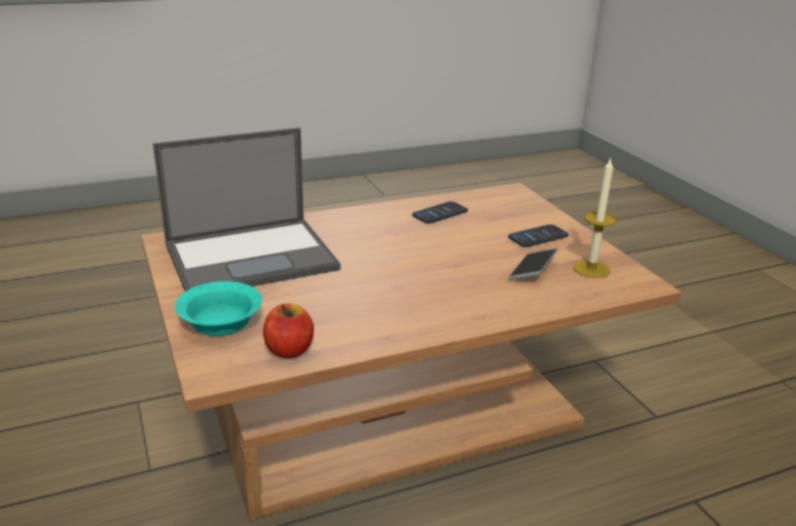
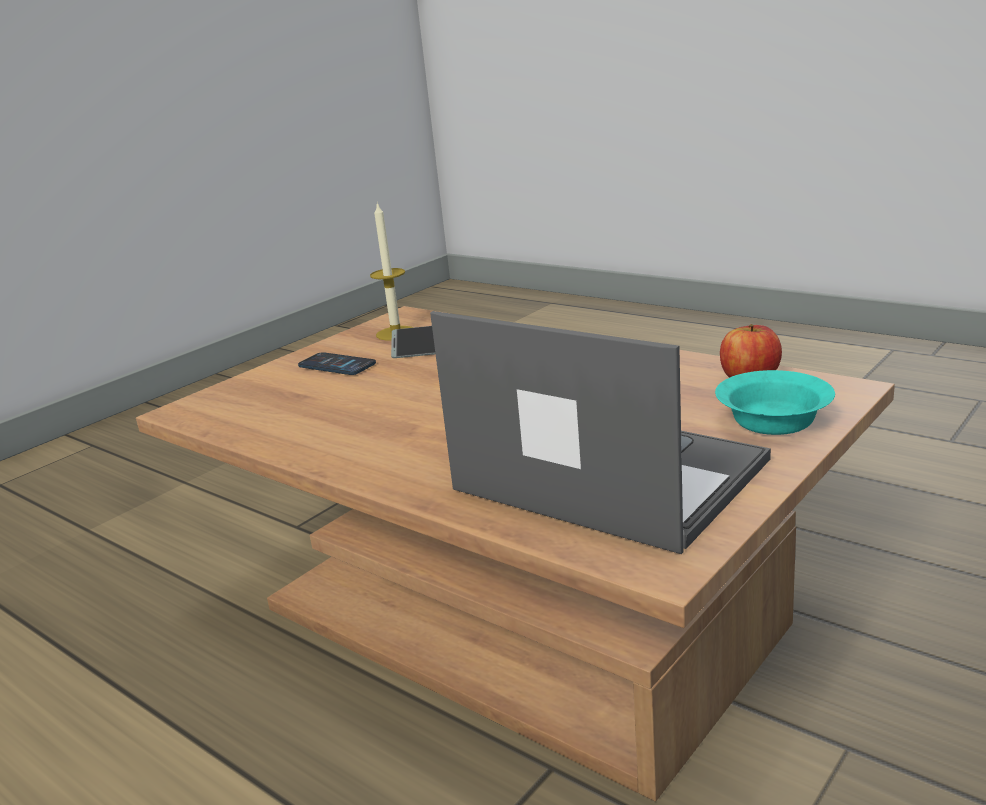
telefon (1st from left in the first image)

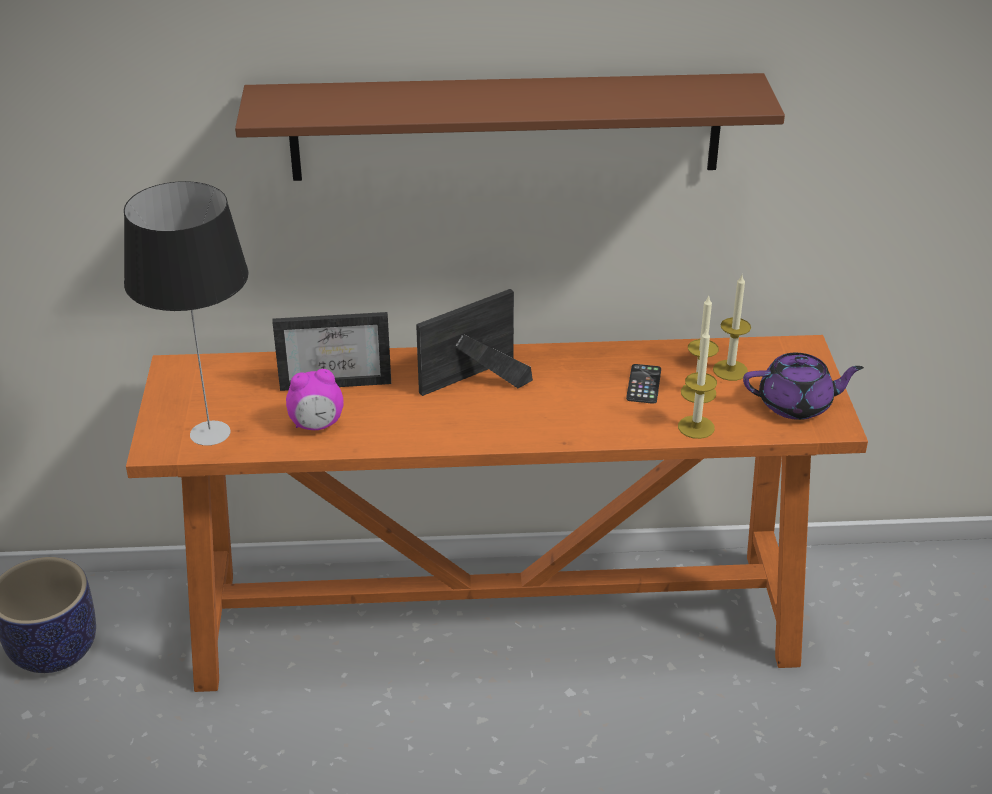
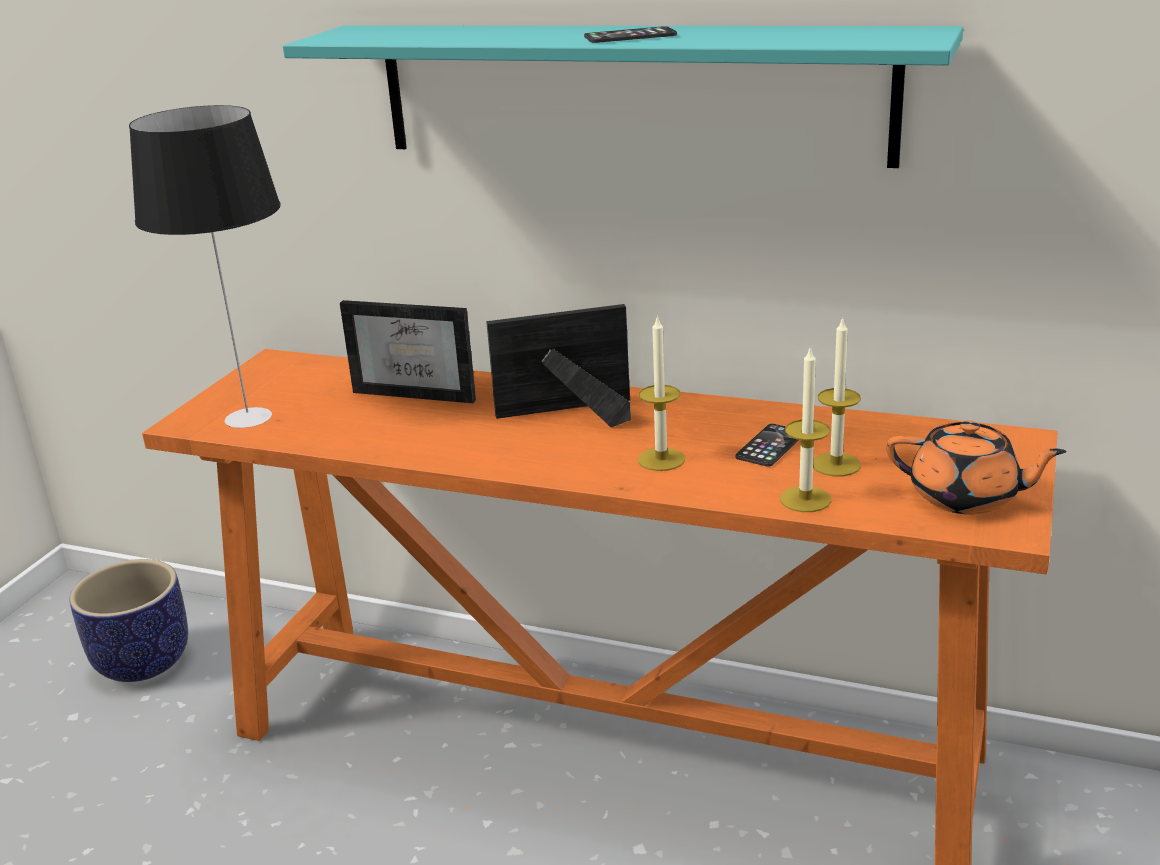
półka (turkusowy)
telefon (1st from left)
świeca (1st from left)
imbryk (pomarańczowy)
budzik

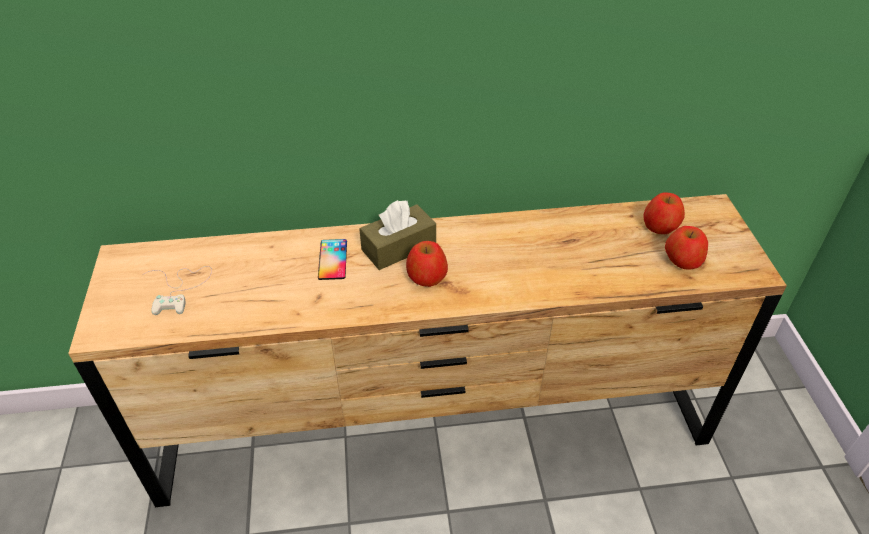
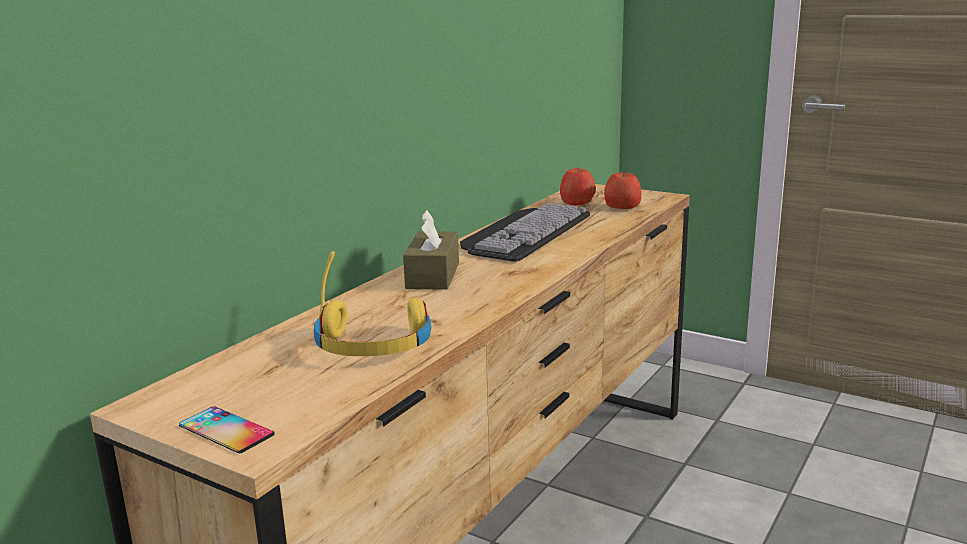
telefon
słuchawki (żółty)
klawiatura
pad do gier (biały)
jabłko (1st from left in the first image)

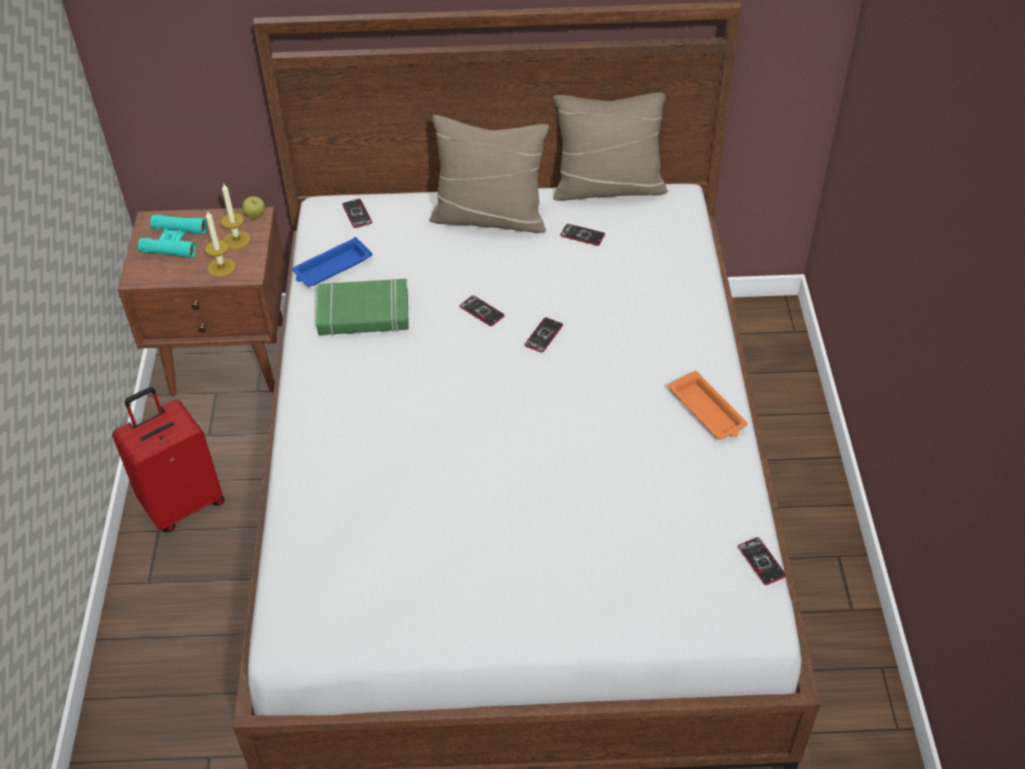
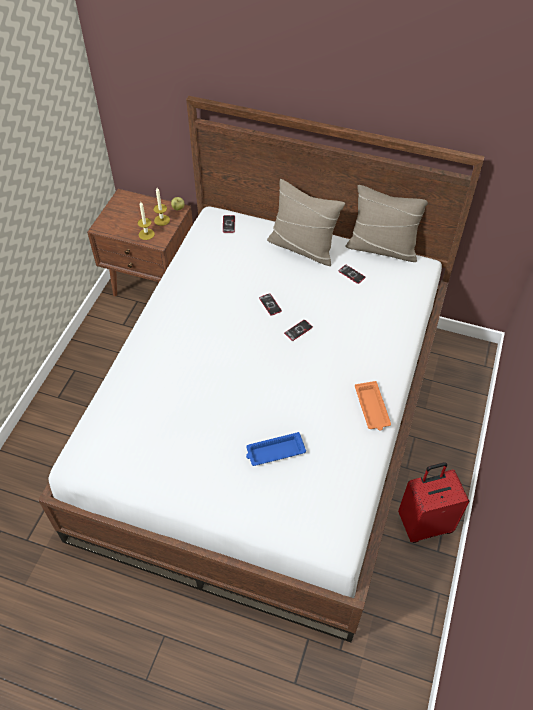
taca (niebieski)
walizka (czerwony)
lornetka (turkusowy)
książka (zielony)
telefon (5th from left in the first image)

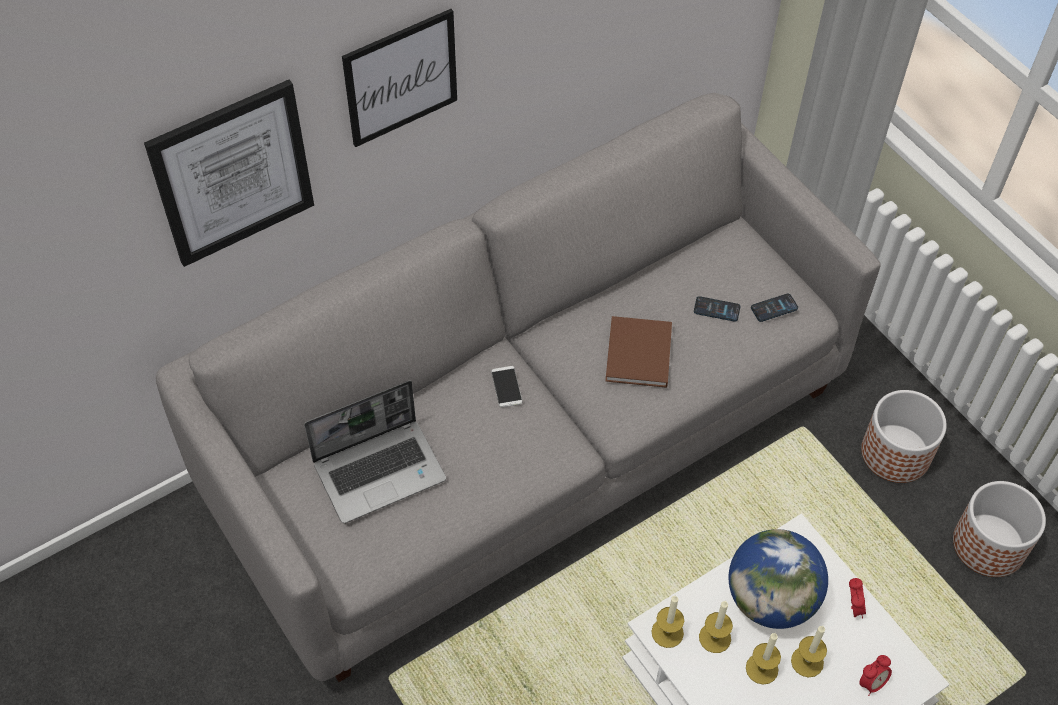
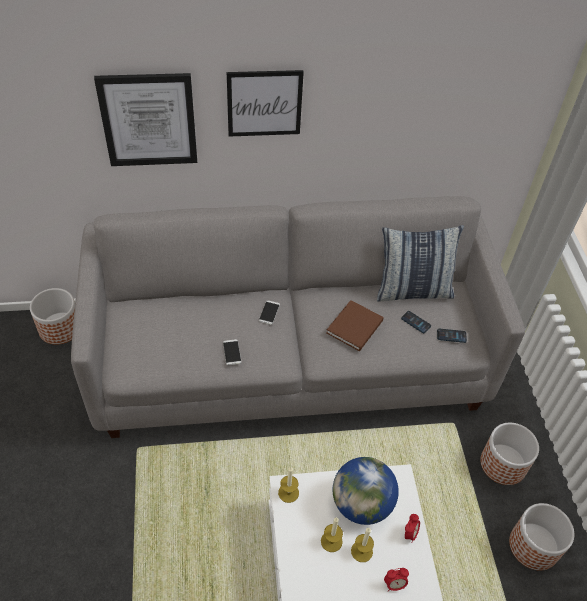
donica (1st from left)
telefon (1st from left)
poduszka
laptop
świeca (2nd from left in the first image)

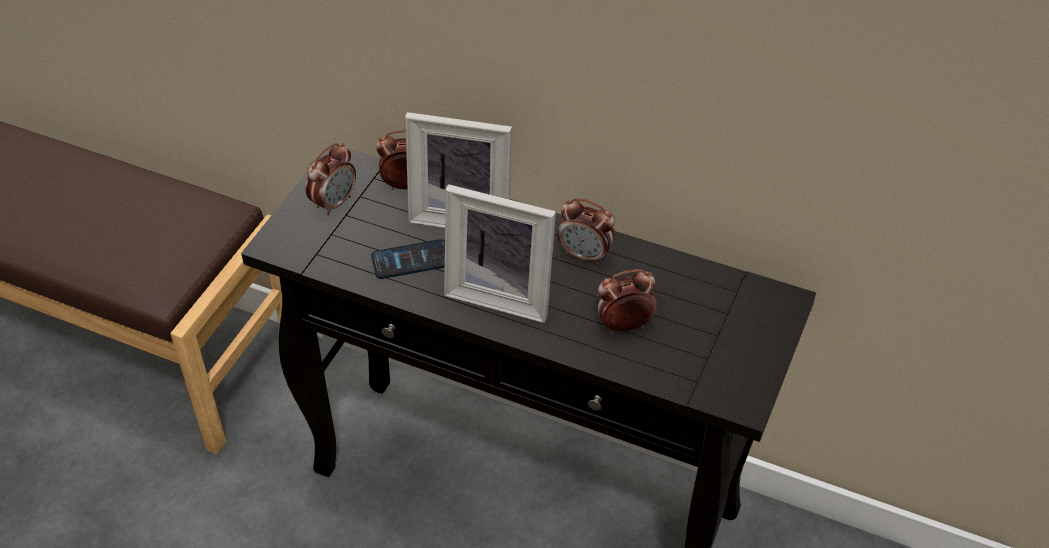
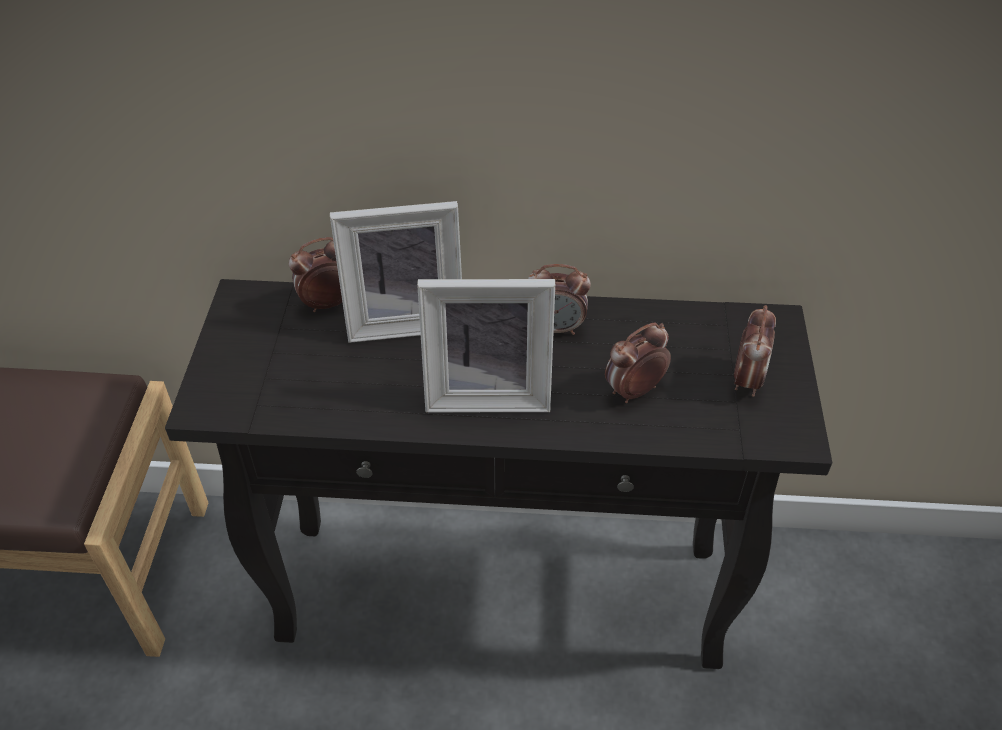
budzik (4th from left)
telefon

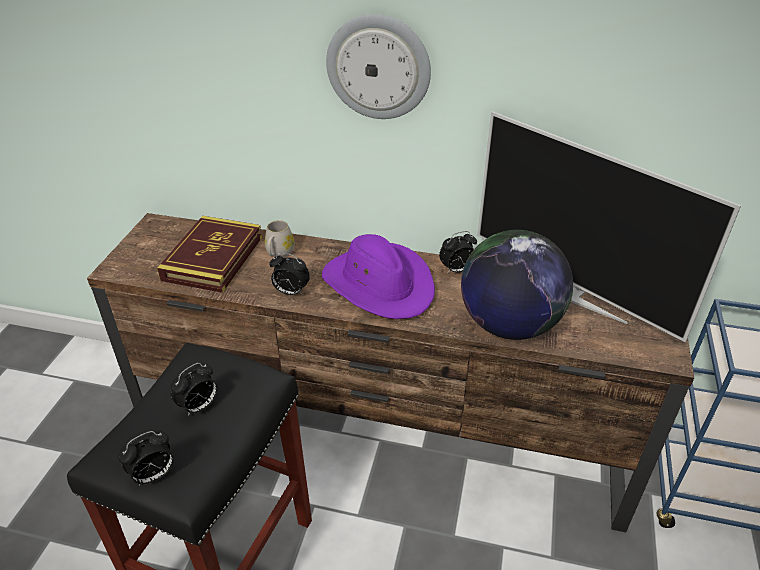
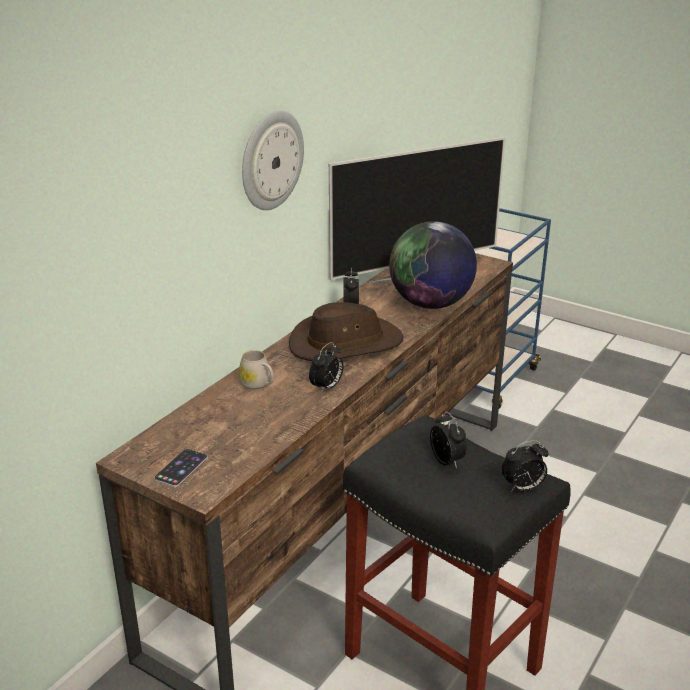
telefon
kapelusz (brązowy)
budzik (4th from left)
książka

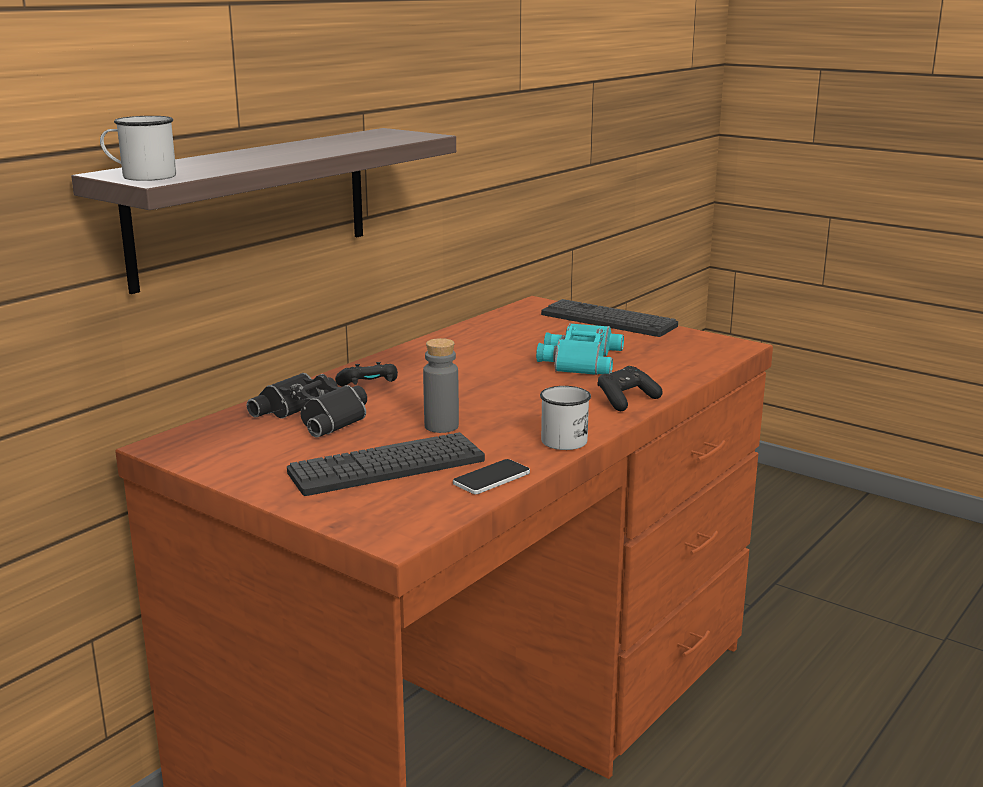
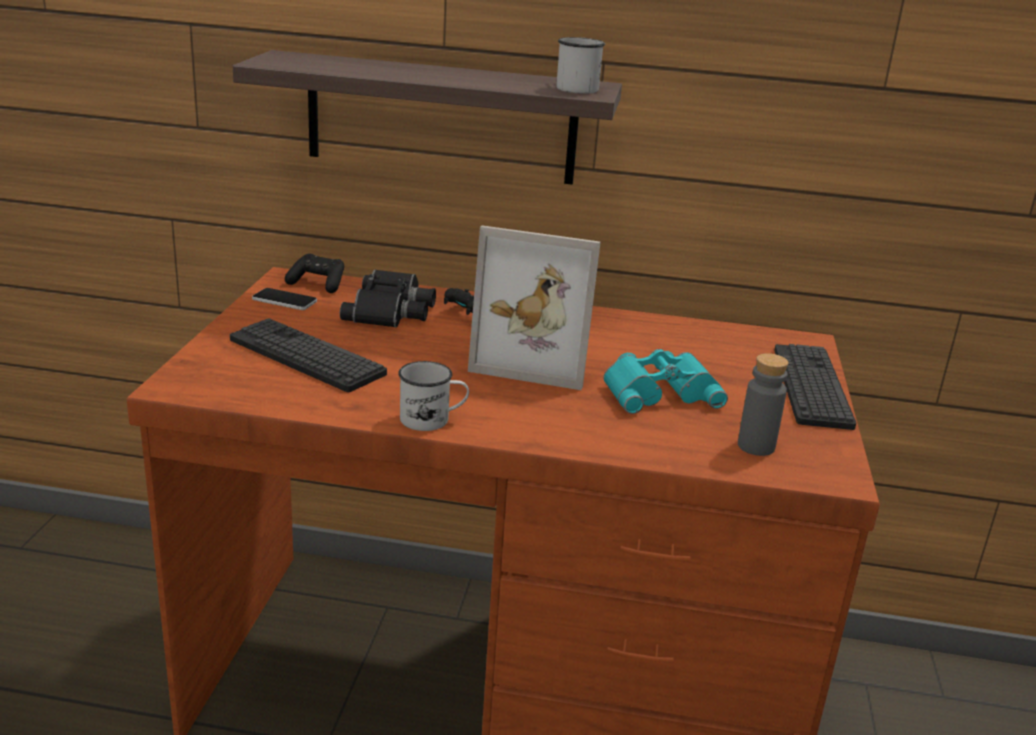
telefon
pad do gier (czarny) (1st from left)
ramka na zdjęcie
kubek (biały) (2nd from left)
butelka (szary)

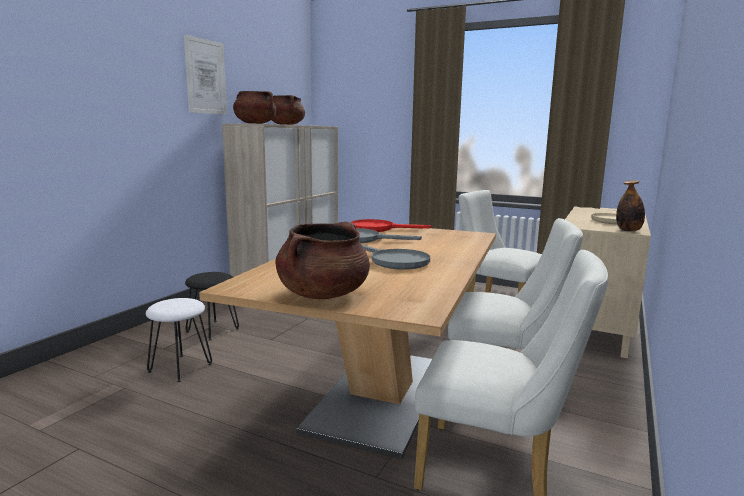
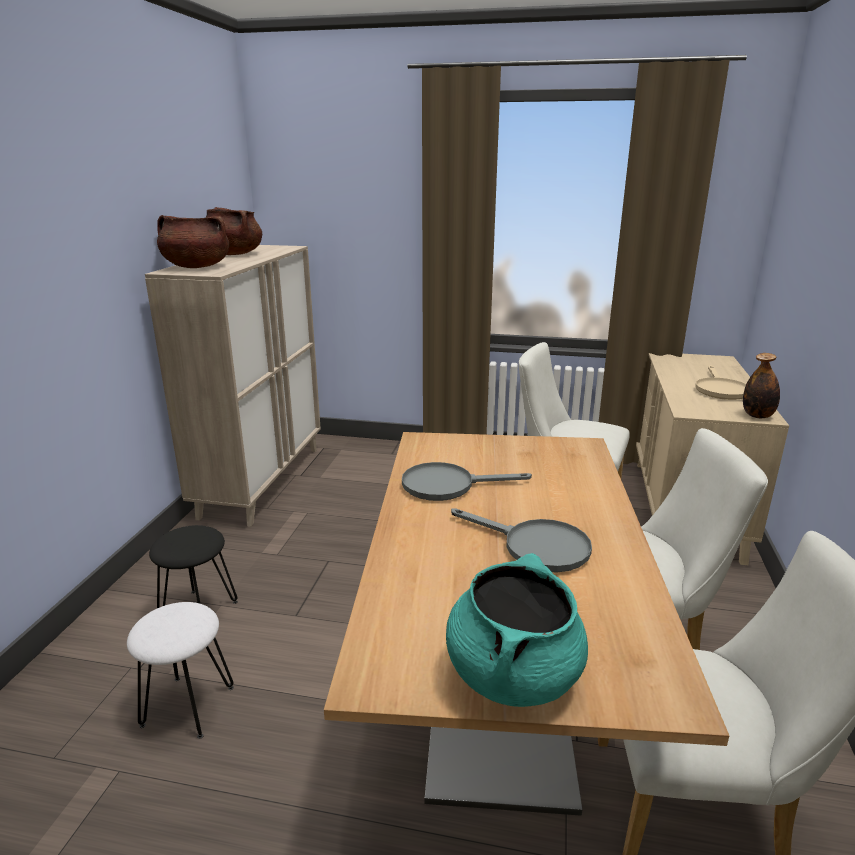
garnek (turkusowy)
obraz
patelnia (czerwony)

